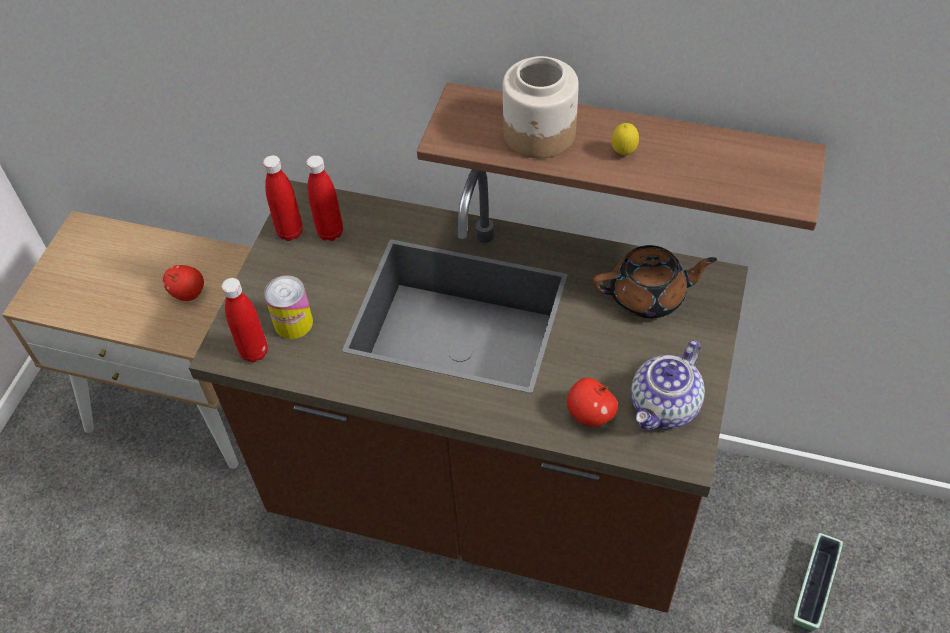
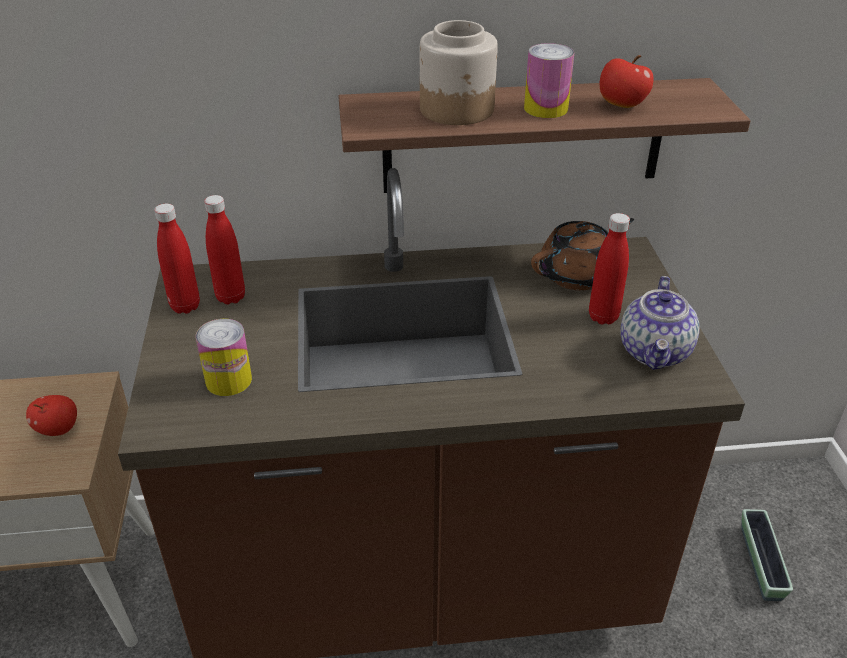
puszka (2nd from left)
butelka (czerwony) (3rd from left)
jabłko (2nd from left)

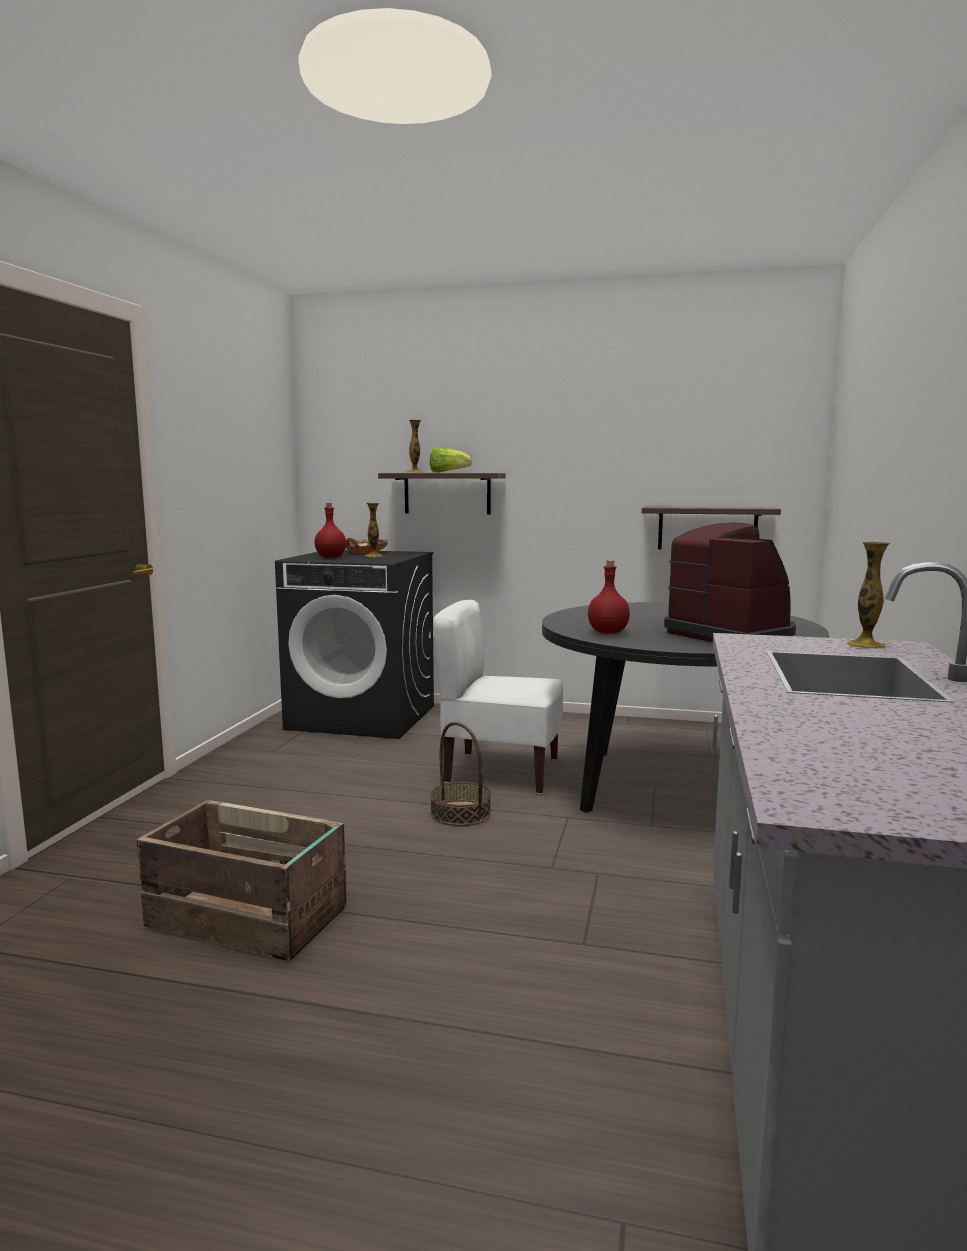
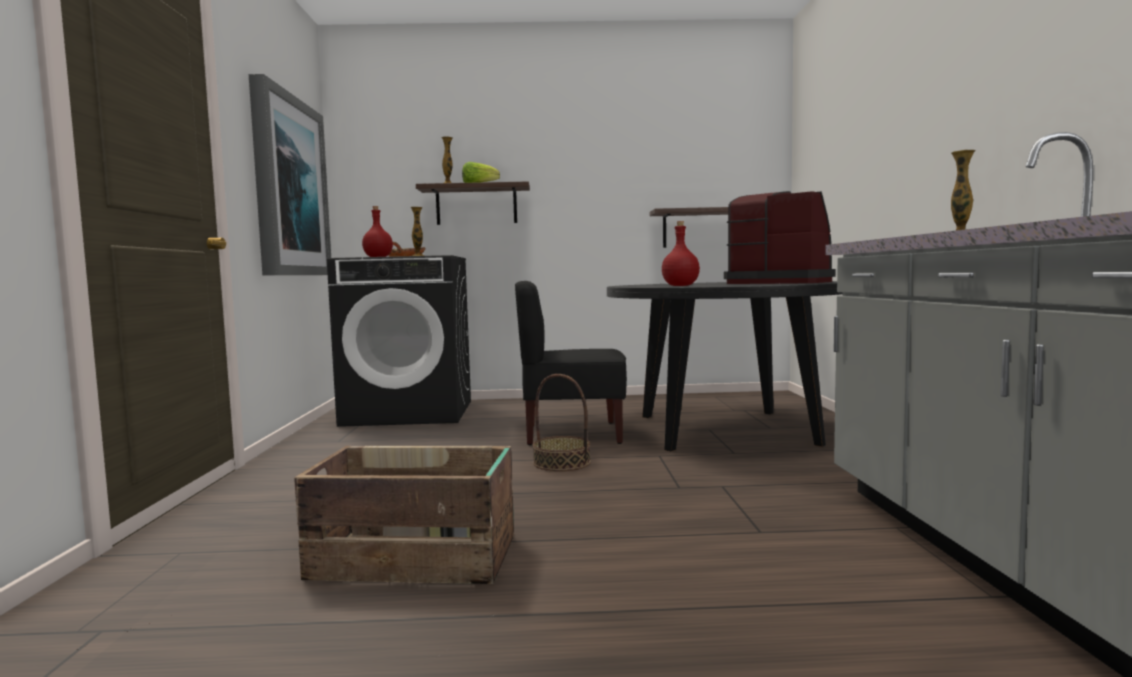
obraz
krzesło (czarny)

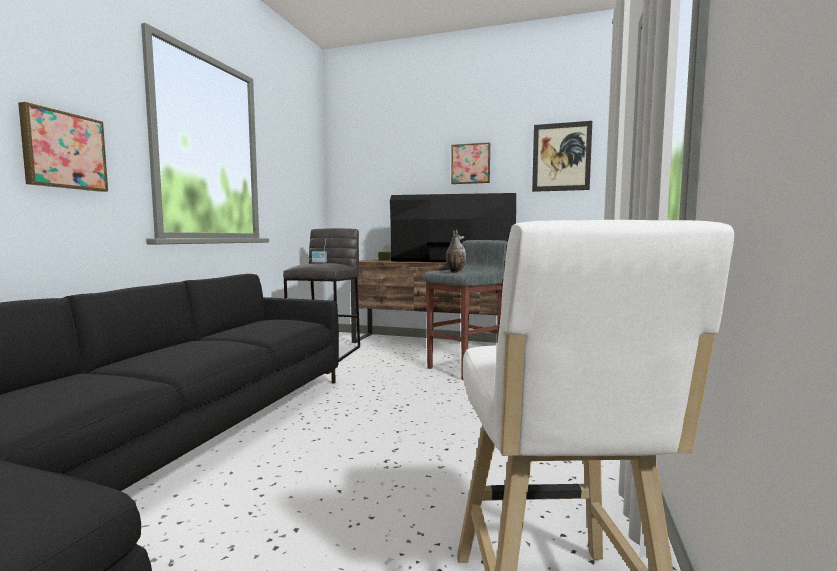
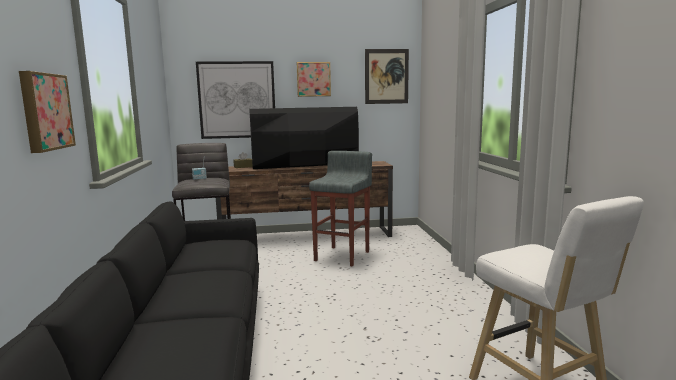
obraz (2nd from left)
wazon

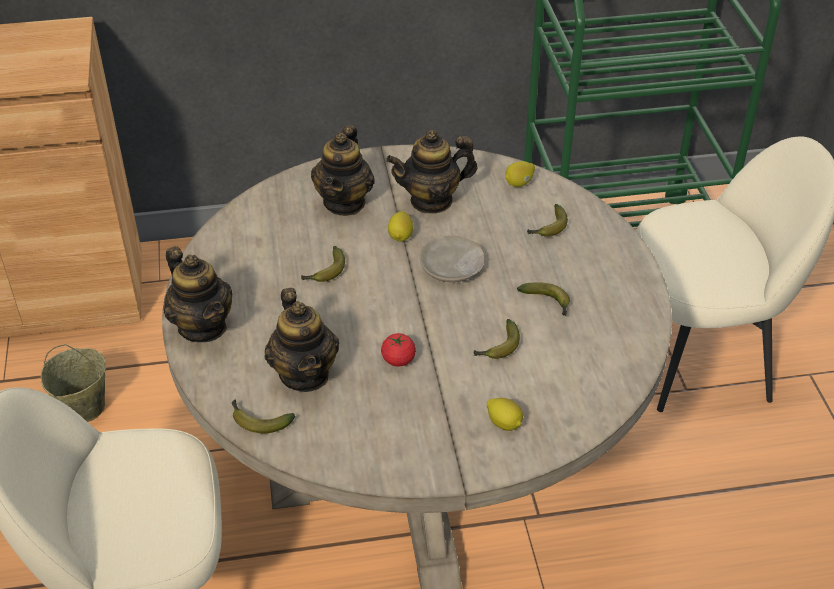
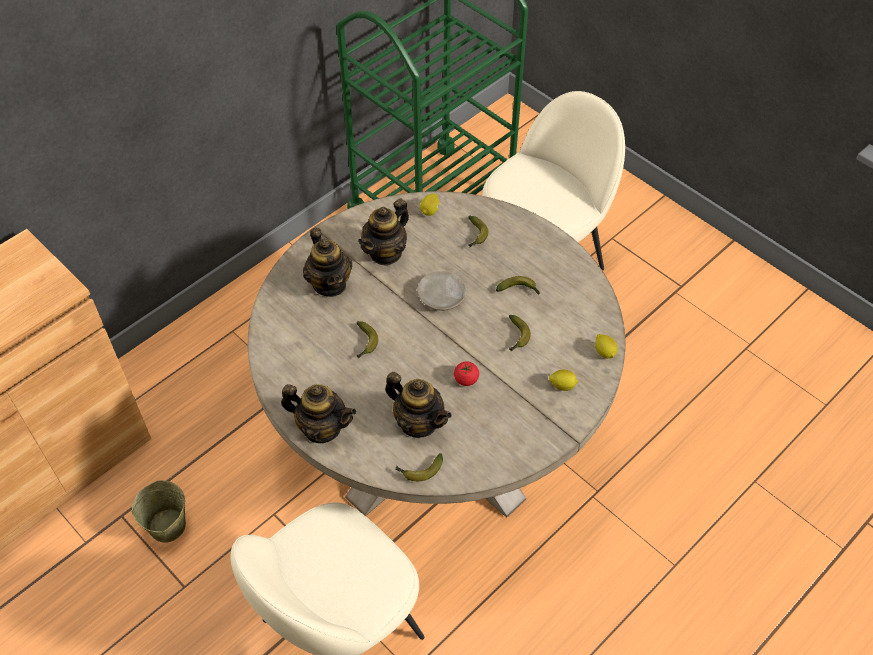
cytryna (3rd from left)

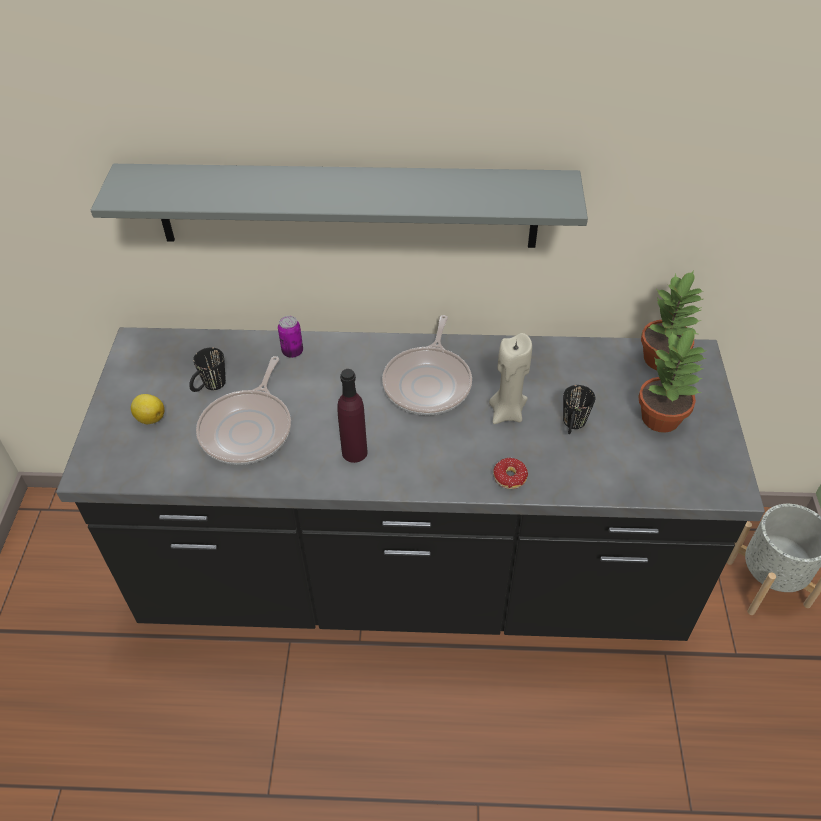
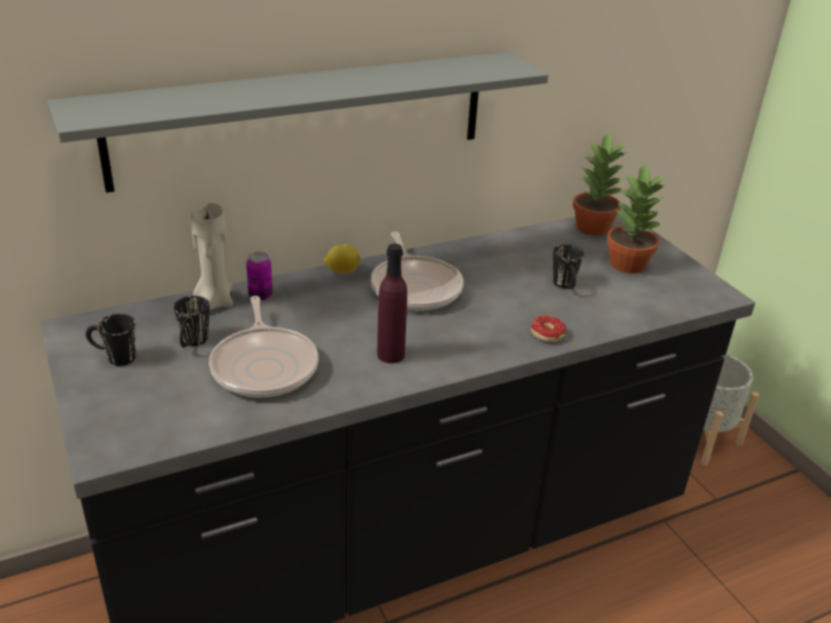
kubek (czarny) (1st from left)
świeca (beżowy)
cytryna

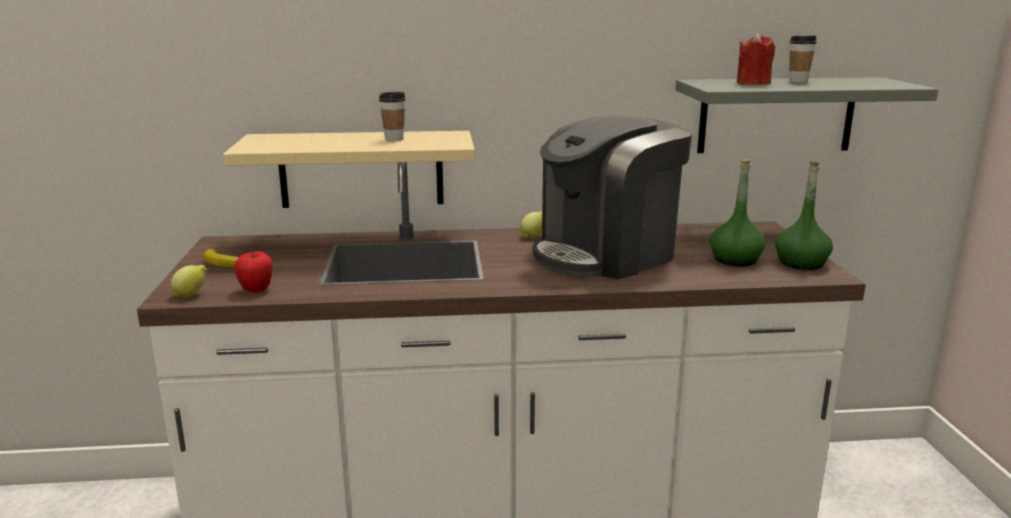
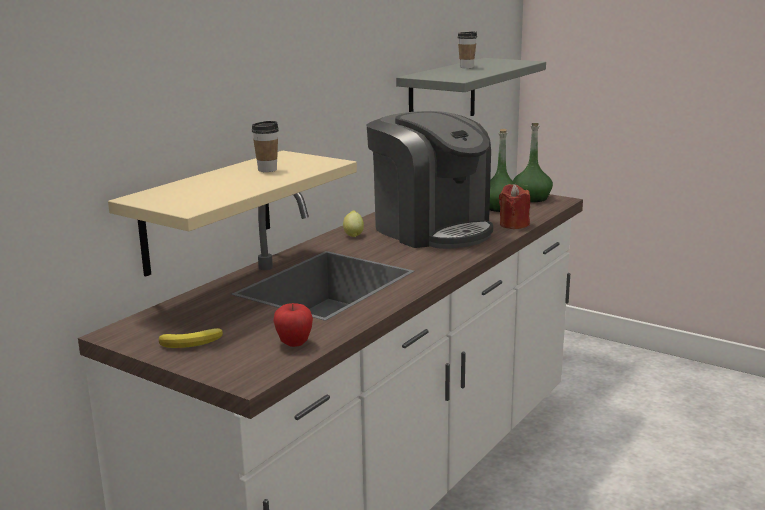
ekspres do kawy
świeca (czerwony)
cytryna (1st from left in the first image)

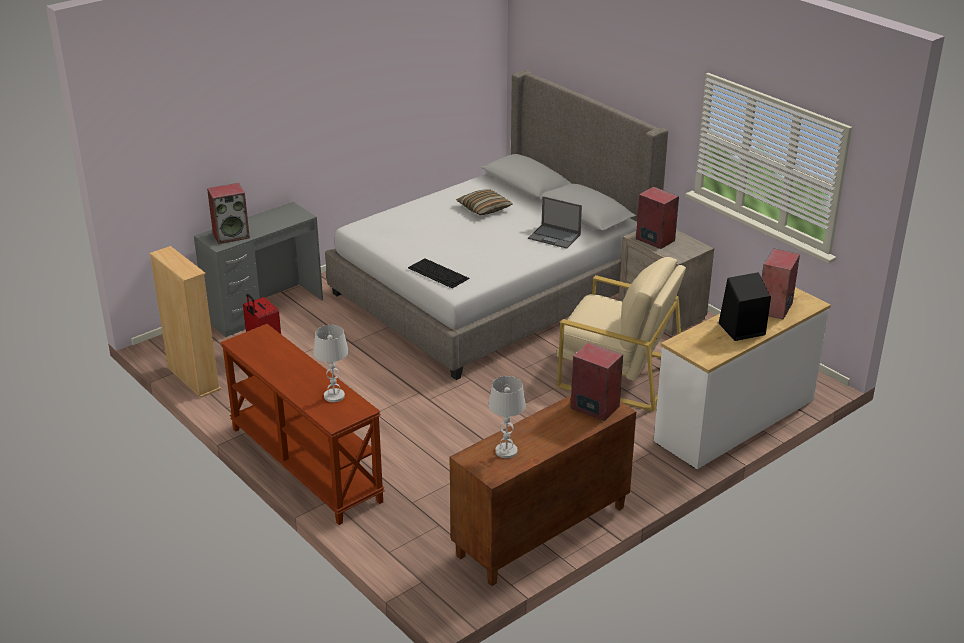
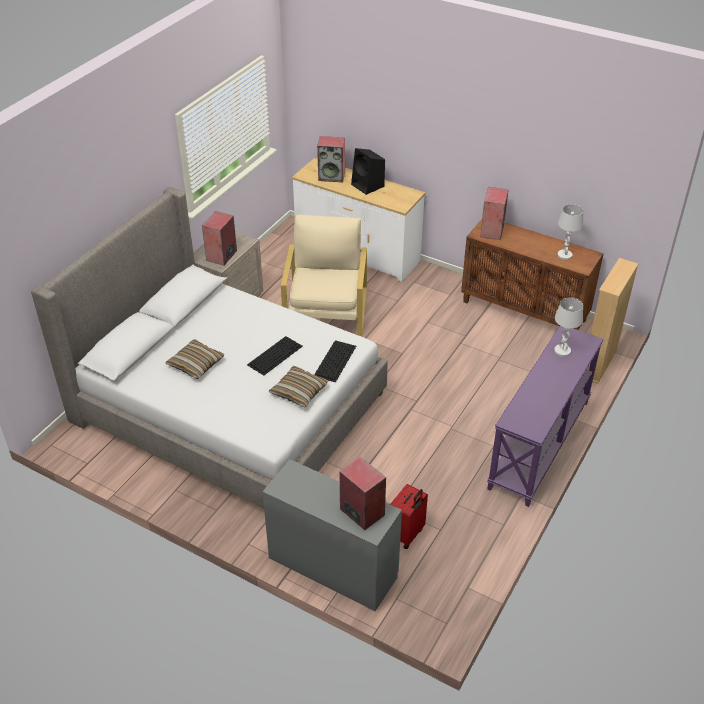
klawiatura (1st from left)
poduszka (2nd from left)
stolik konsolowy (fioletowy)
regał (beżowy)
laptop

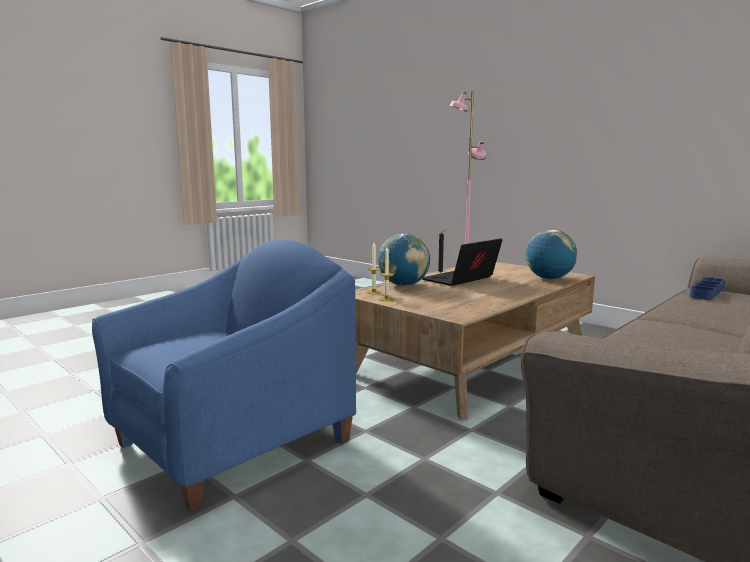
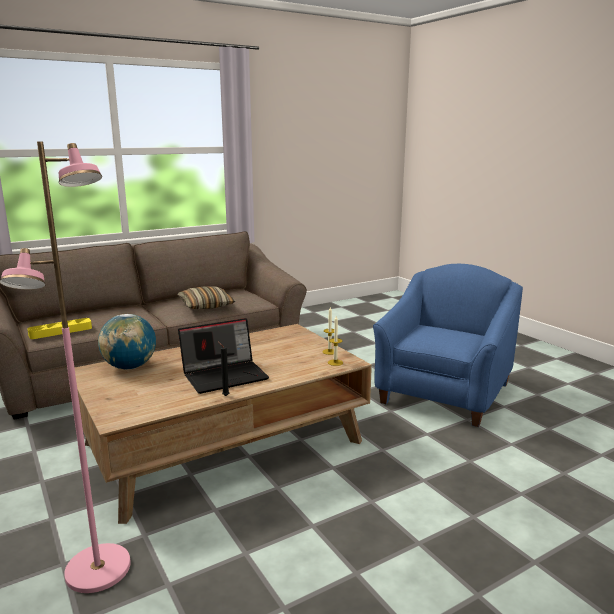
taca (żółty)
poduszka
fotel (niebieski)
globus (1st from left in the first image)

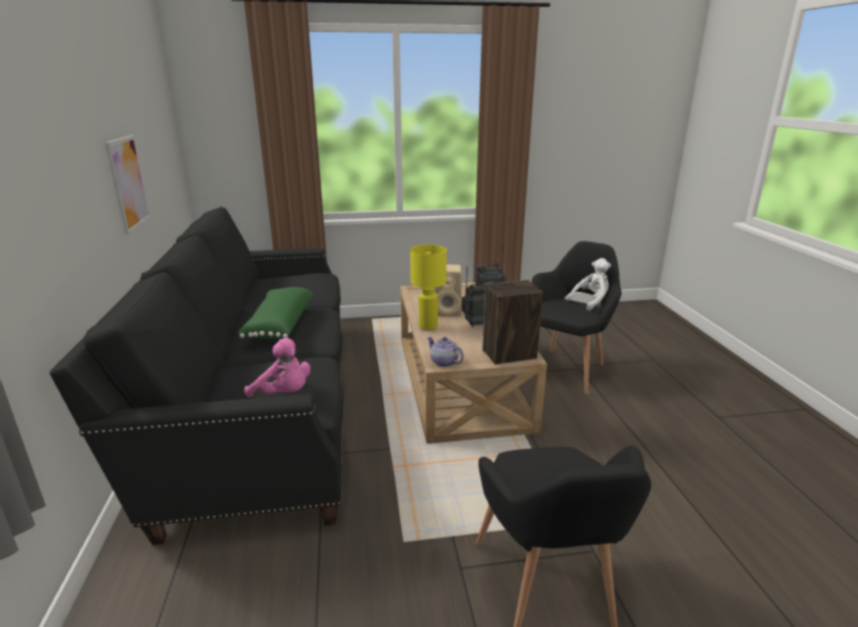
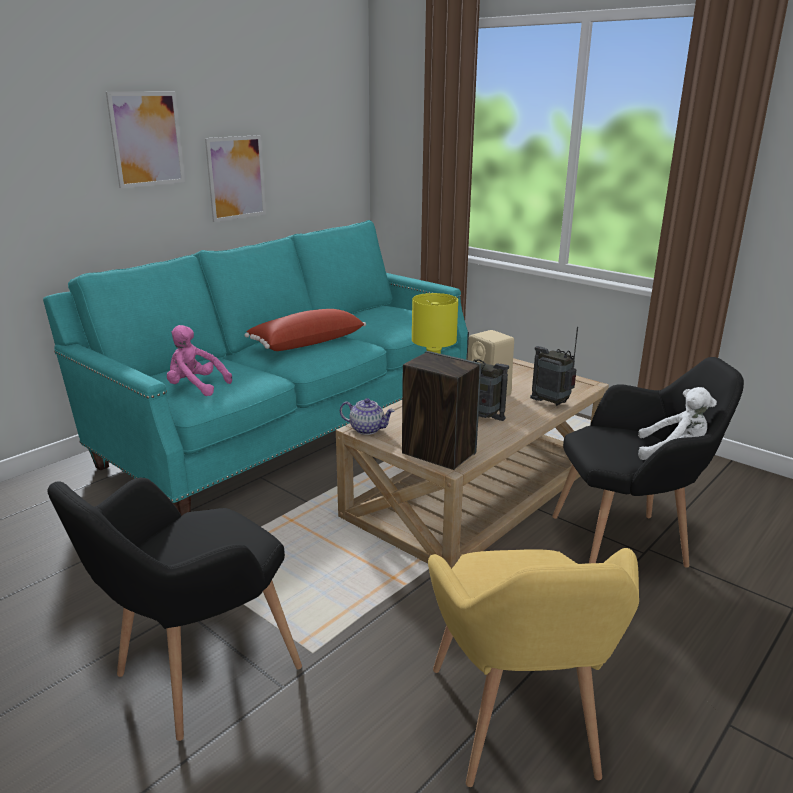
kanapa (turkusowy)
obraz (1st from left)
pluszak (różowy)
poduszka (czerwony)
imbryk
fotel (żółty)

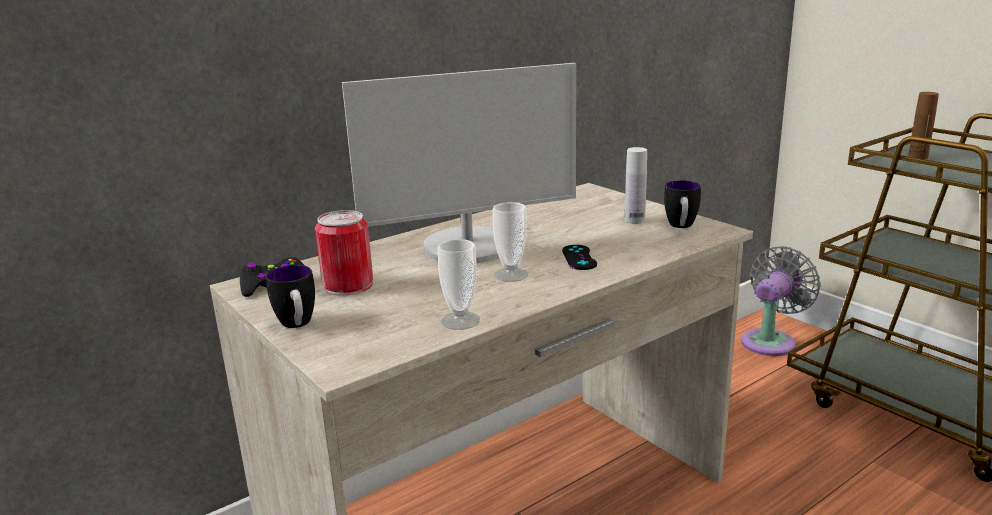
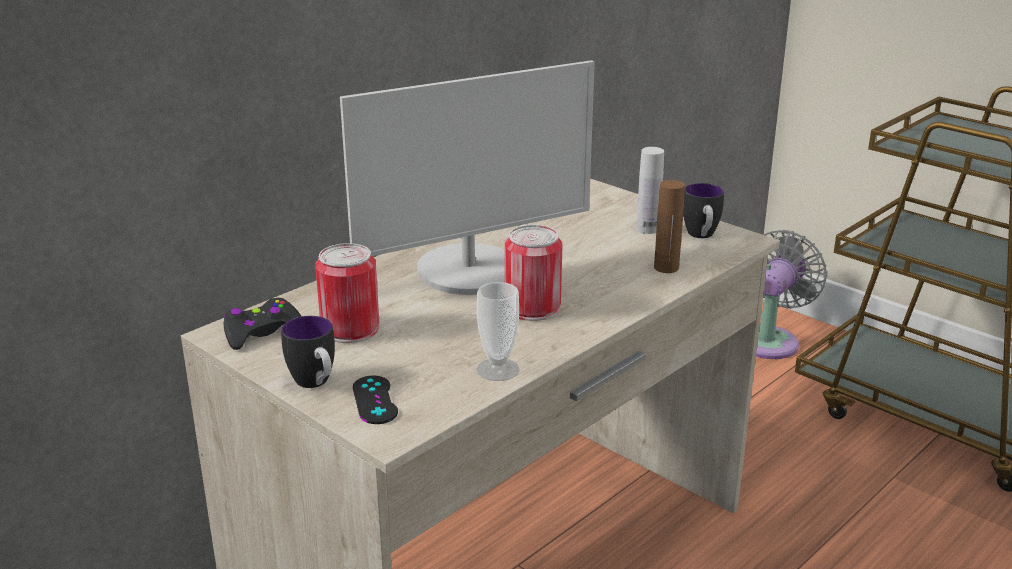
pad do gier (czarny) (2nd from left)
puszka (2nd from left)
butelka (brązowy)

